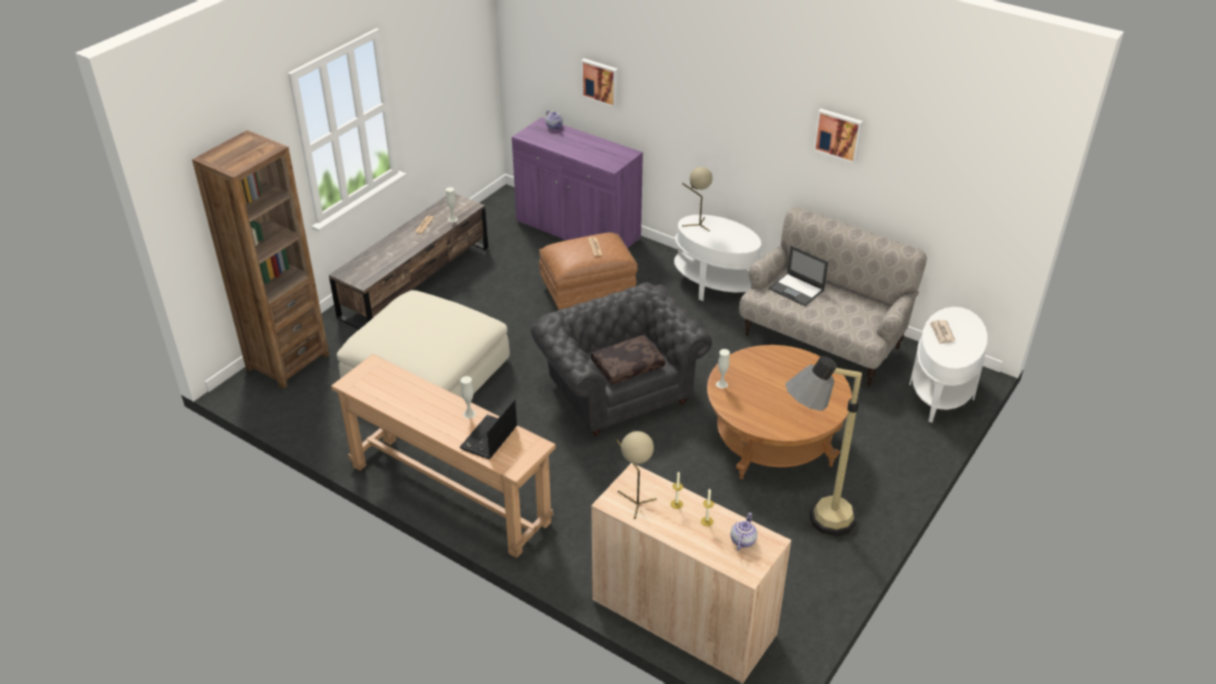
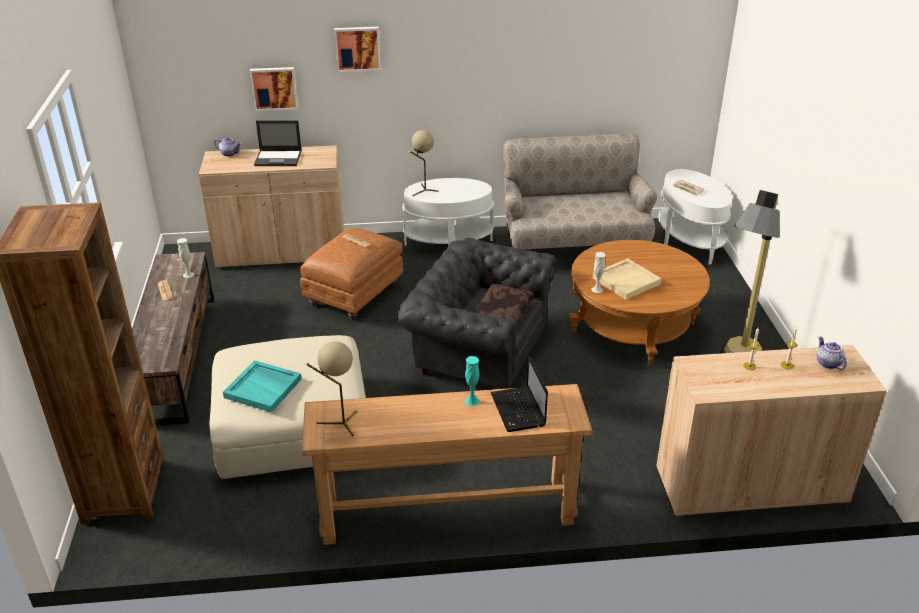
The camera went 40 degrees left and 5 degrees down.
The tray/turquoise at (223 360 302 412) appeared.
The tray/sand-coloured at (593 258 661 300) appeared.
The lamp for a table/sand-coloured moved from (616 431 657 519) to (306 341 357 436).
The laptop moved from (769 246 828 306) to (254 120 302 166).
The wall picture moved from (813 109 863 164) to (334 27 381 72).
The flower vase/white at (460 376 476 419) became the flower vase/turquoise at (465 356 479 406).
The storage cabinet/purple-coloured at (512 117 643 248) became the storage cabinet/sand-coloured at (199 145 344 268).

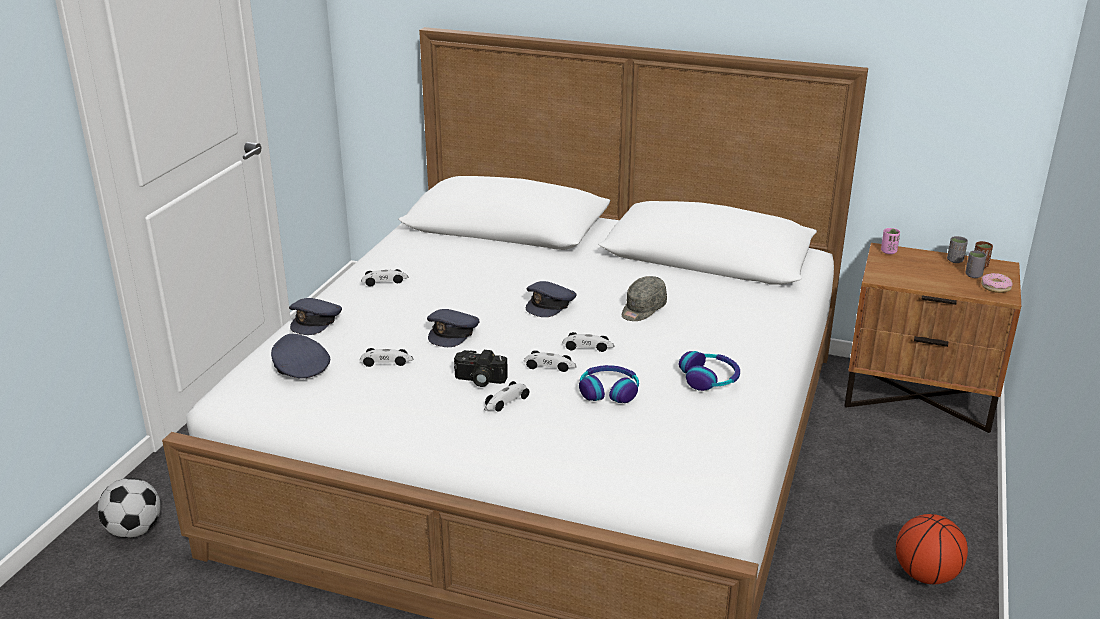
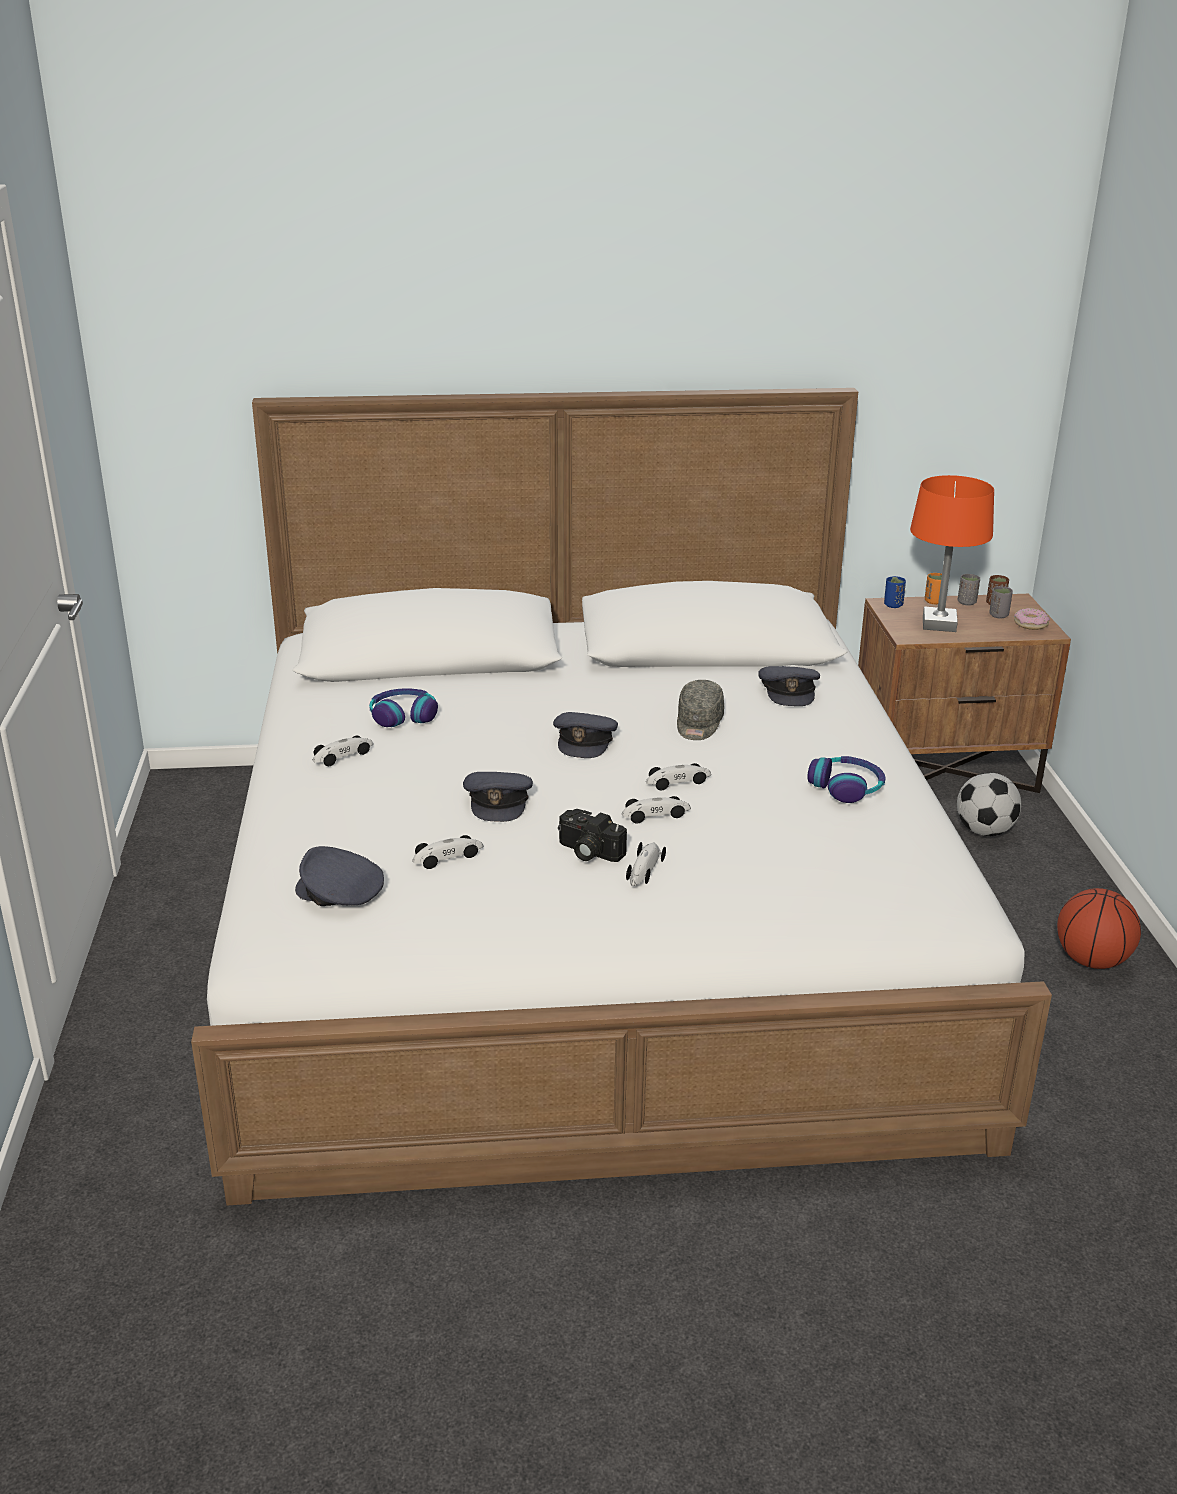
The camera went 25 degrees left and 0 degrees up.
The lamp for a table/orange at (910 475 994 632) appeared.
The small cup/orange at (925 573 942 604) appeared.
The football moved from (98 478 161 538) to (957 773 1021 836).
The peaked cap/grey moved from (289 298 342 335) to (758 666 820 706).
The headset moved from (579 365 639 403) to (369 688 438 727).
The small cup/pink-coloured at (881 228 900 254) became the small cup/bluish at (884 576 906 608).
The photo camera at (454 350 508 387) turned 45 degrees clockwise.

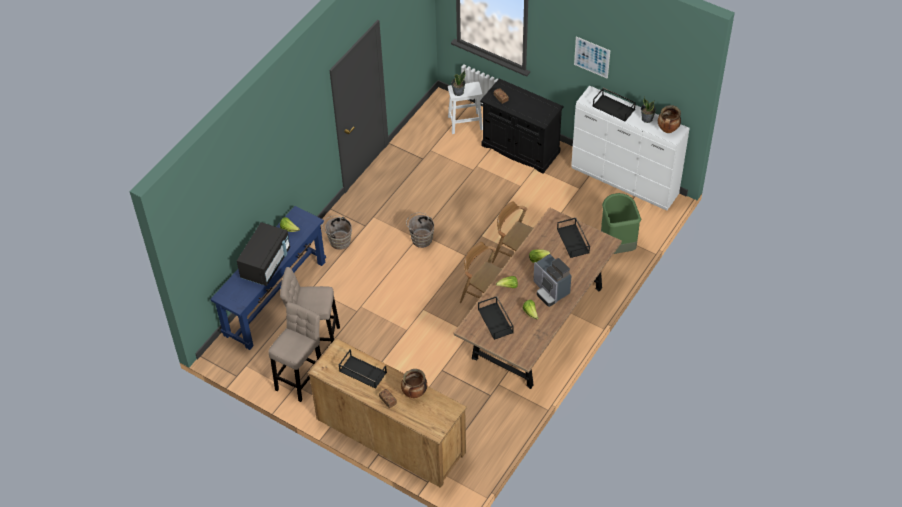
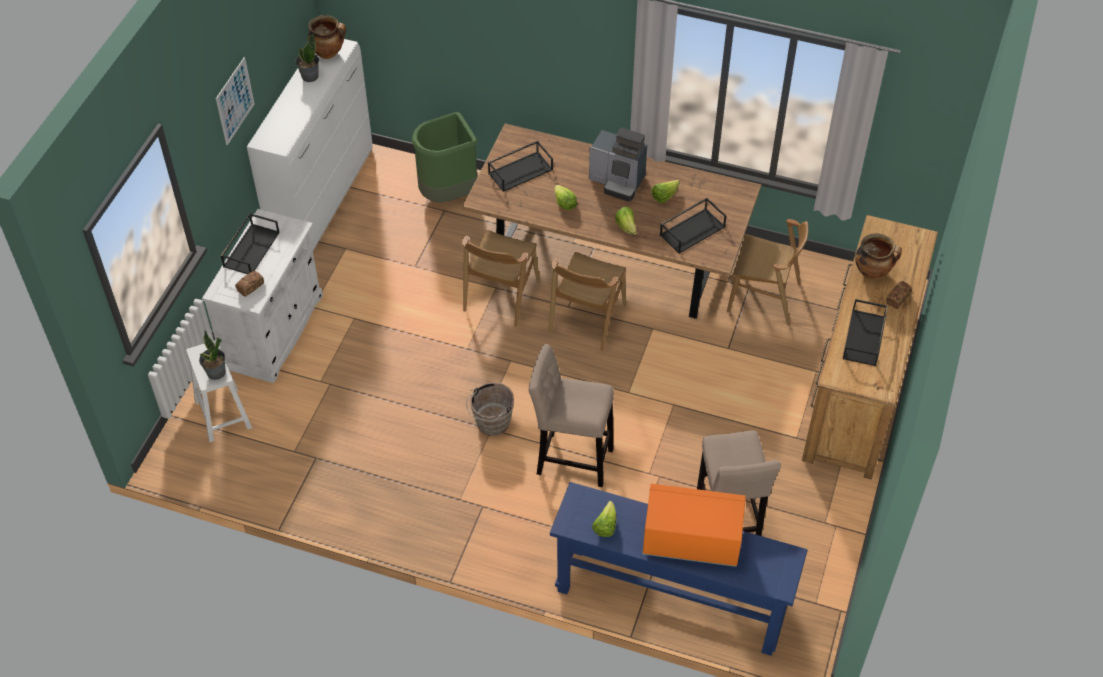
The camera went 105 degrees left and 0 degrees up.
The water bucket/brownish at (322 215 352 250) disappeared.
The upright chair/brownish at (727 219 809 326) appeared.
The stool/sand-coloured moved from (268 302 321 402) to (528 344 614 487).
The tray/blackish moved from (593 88 636 121) to (221 213 280 274).
The microwave/blackish at (237 222 290 286) became the microwave/orange at (642 484 746 567).
The storage cabinet/blackish at (480 78 563 174) became the storage cabinet/white at (202 209 323 383).
The coffee brewer at (533 254 572 307) turned 75 degrees clockwise.

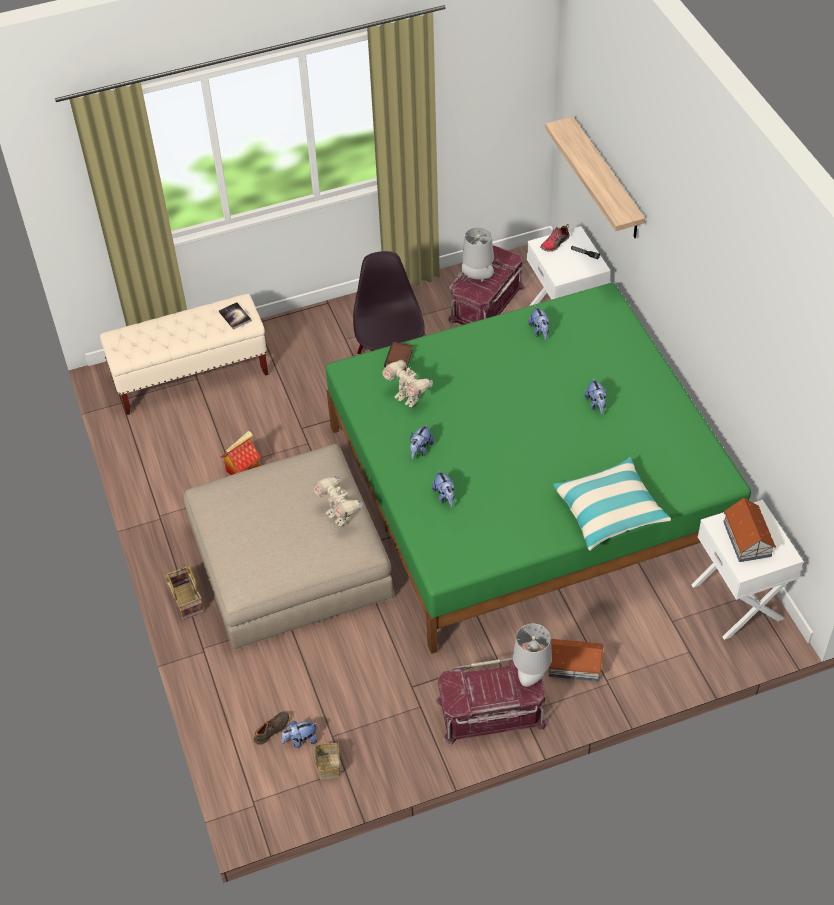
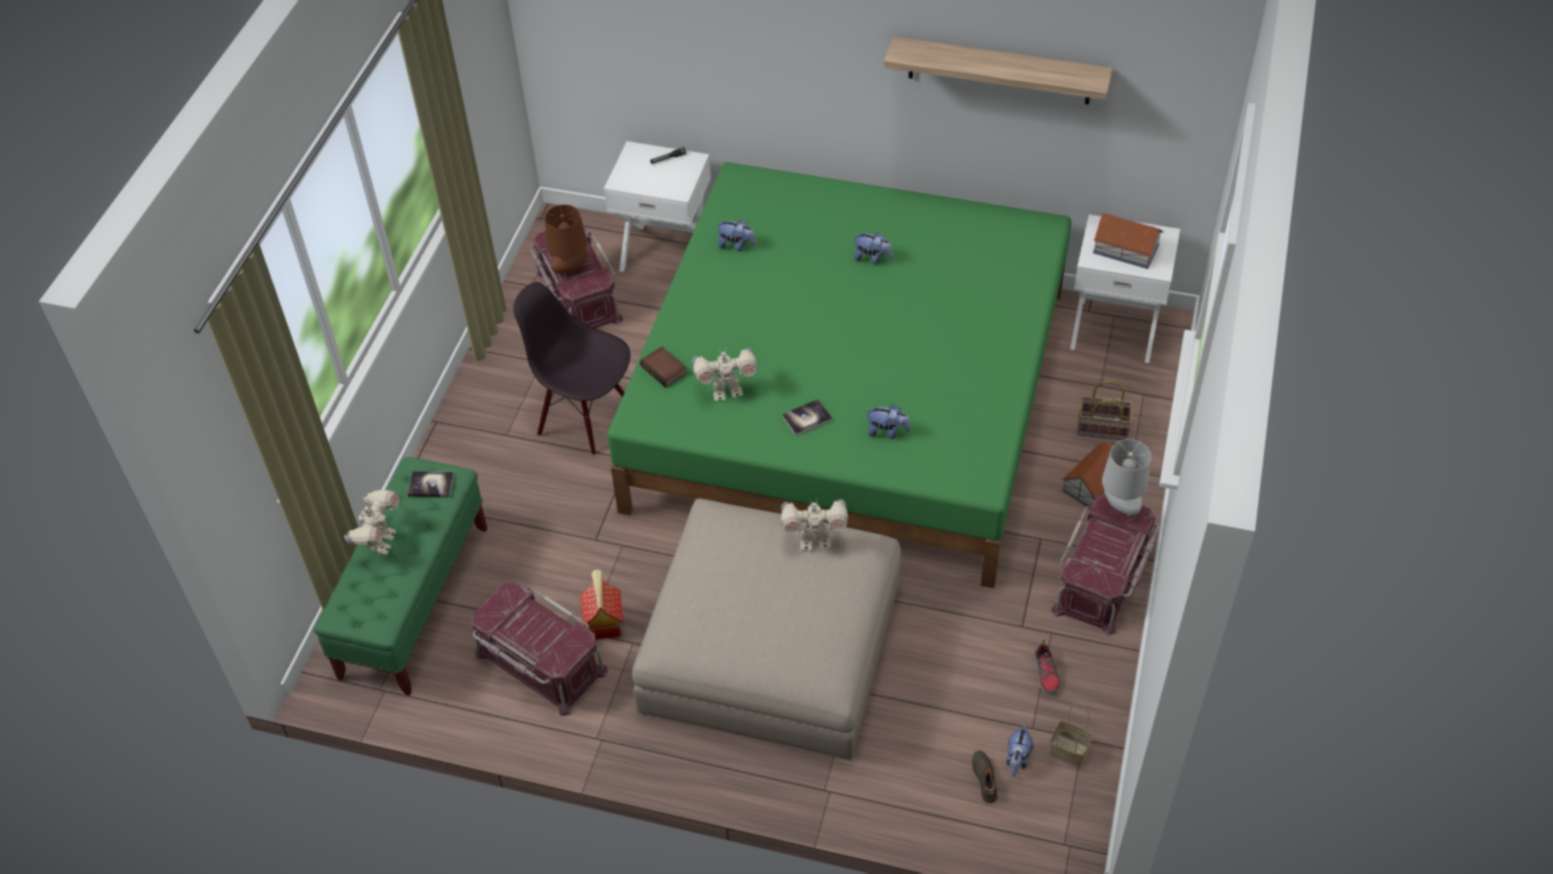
The camera went 55 degrees left and 0 degrees up.
The cushion at (553 457 671 551) disappeared.
The model robot at (344 490 400 555) appeared.
The storage bin/red-coloured at (472 582 608 716) appeared.
The household basket moved from (165 565 204 620) to (1077 380 1133 440).
The shoe moved from (540 224 570 252) to (1034 639 1060 693).
The bracket shelf moved from (545 117 645 238) to (884 37 1113 105).
The soft toy at (410 424 434 459) was replaced by the bound book at (782 399 833 436).
The long seat/sand-coloured at (100 294 269 415) became the long seat/green at (314 457 487 696).
The lamp for a table/grey at (461 227 494 282) became the lamp for a table/brownish at (545 205 588 277).

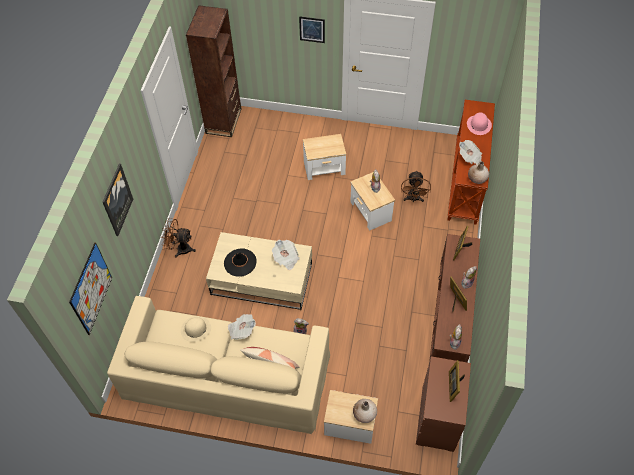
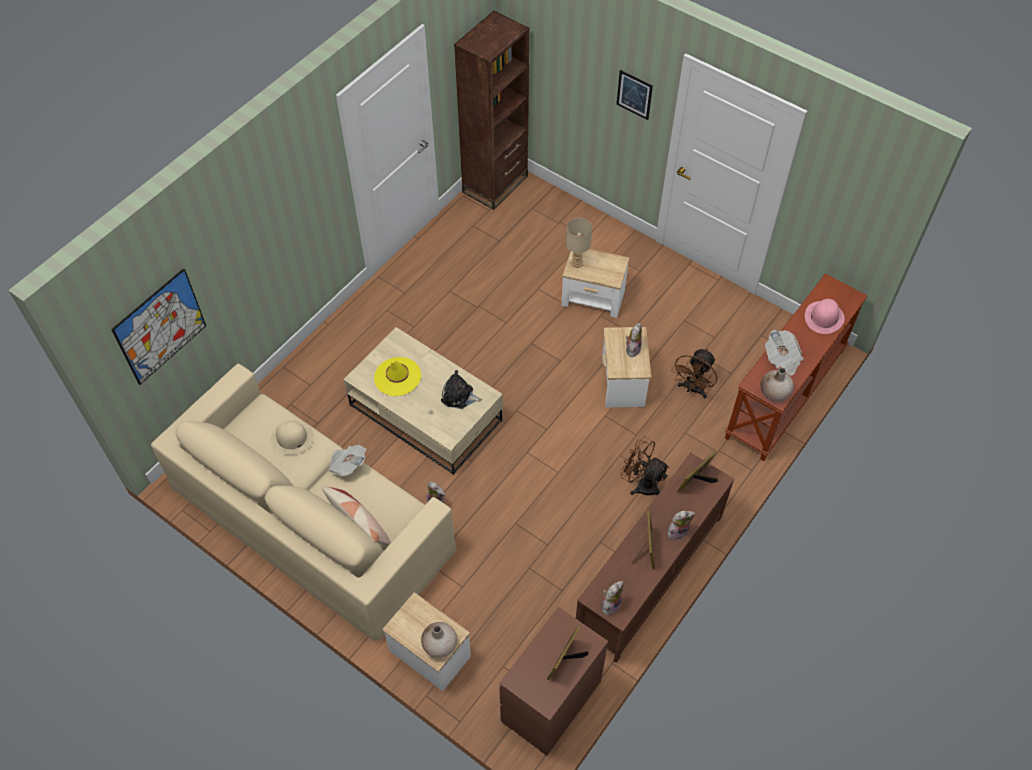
The camera went 25 degrees right and 0 degrees up.
The wall picture at (103 164 133 236) disappeared.
The lamp for a table/sand-coloured at (566 218 592 268) appeared.
The fan/brownish moved from (161 218 196 258) to (620 437 669 495).
The newspaper at (272 240 300 270) was replaced by the soft toy at (441 370 482 409).
The clothing hat/blackish at (224 248 257 277) became the clothing hat/yellow-coloured at (374 357 421 396).

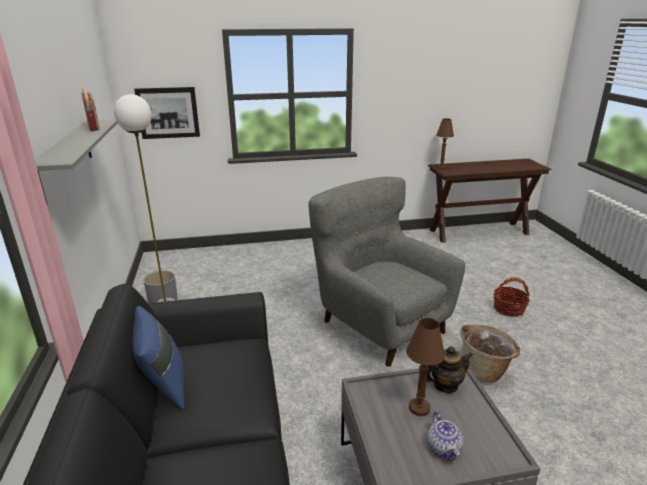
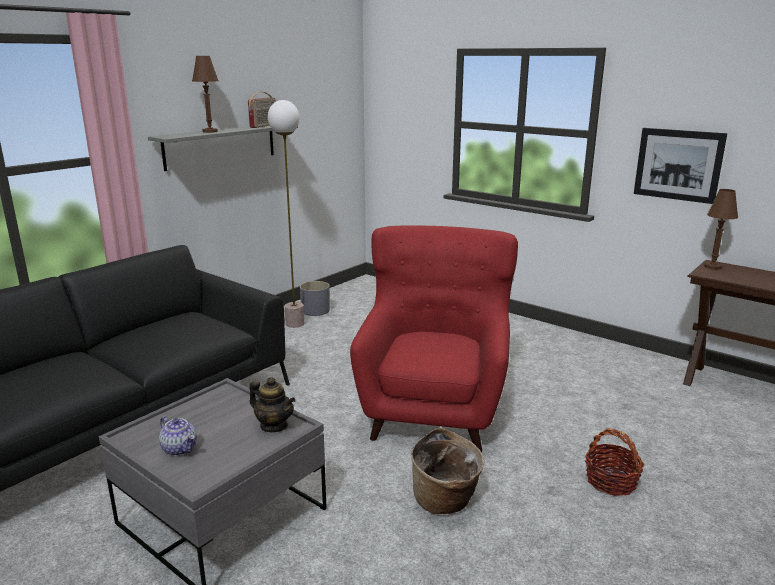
The camera went 50 degrees right and 5 degrees down.
The cushion/bluish at (133 306 184 410) disappeared.
The wall picture moved from (134 87 200 139) to (634 128 727 204).
The lamp for a table/brownish moved from (406 318 445 416) to (192 56 219 133).
The lounge chair/grey at (308 176 465 367) became the lounge chair/red-coloured at (350 226 518 452).
The teapot at (427 411 463 462) turned 90 degrees counterclockwise.

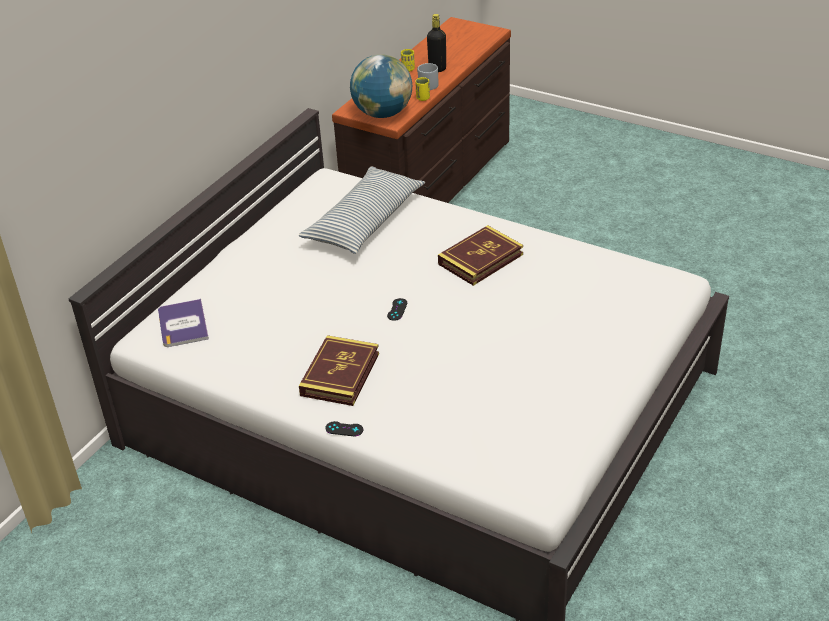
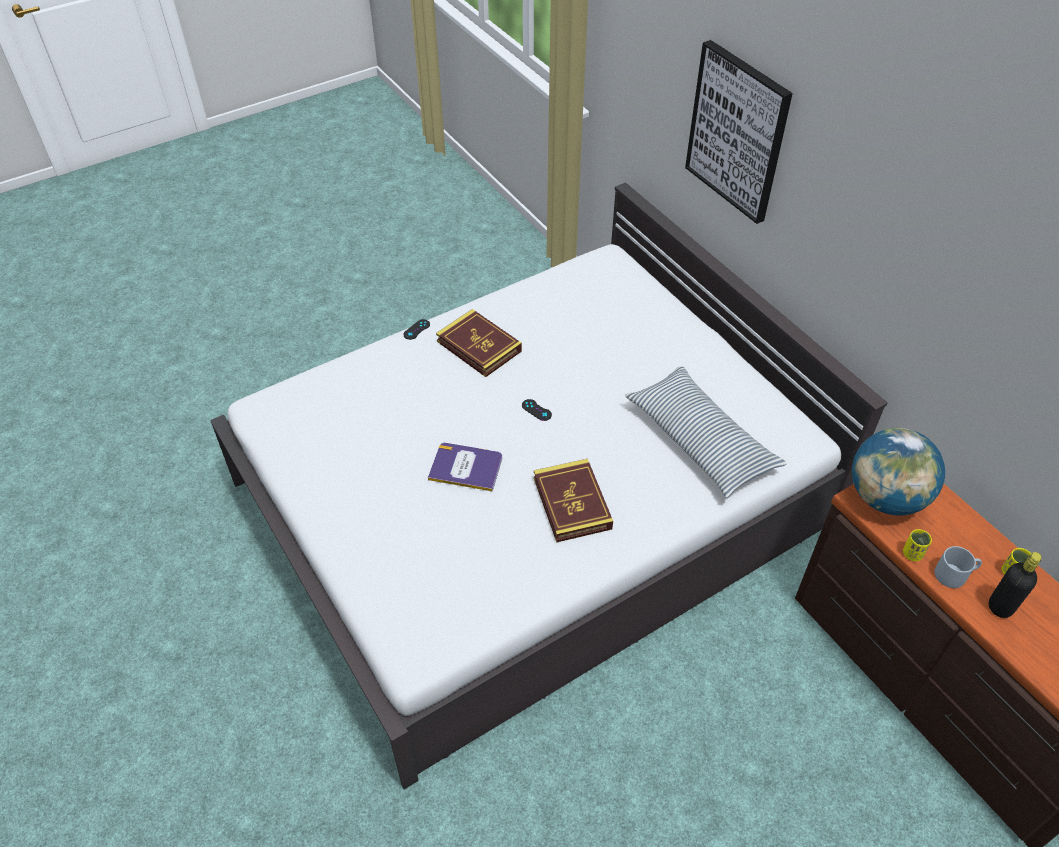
The camera went 115 degrees right and 10 degrees up.
The wall picture at (685 40 793 224) appeared.
The bound book moved from (158 299 209 347) to (428 443 502 491).

